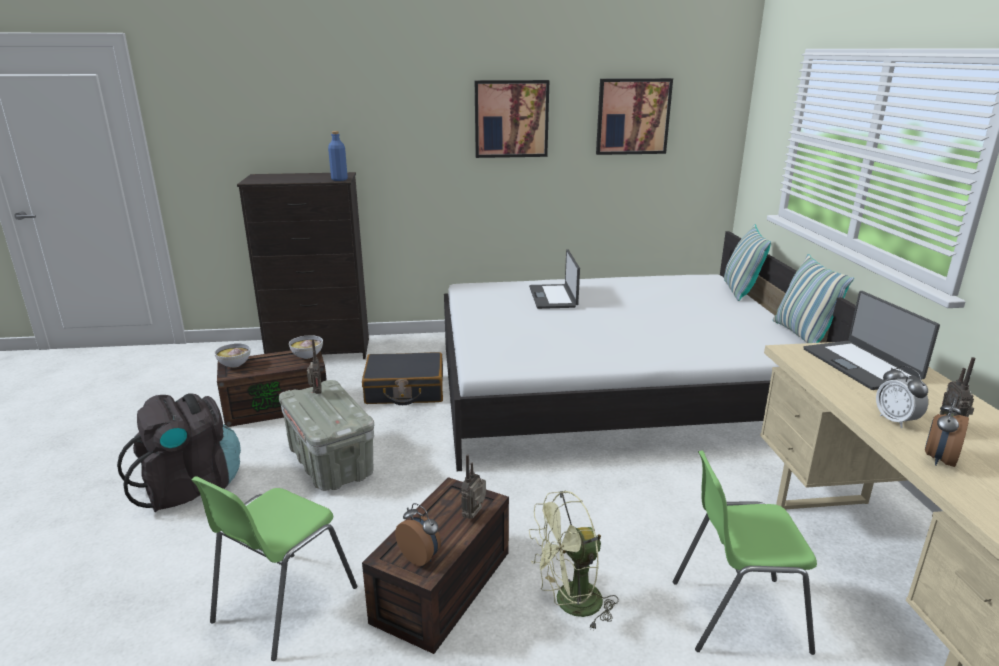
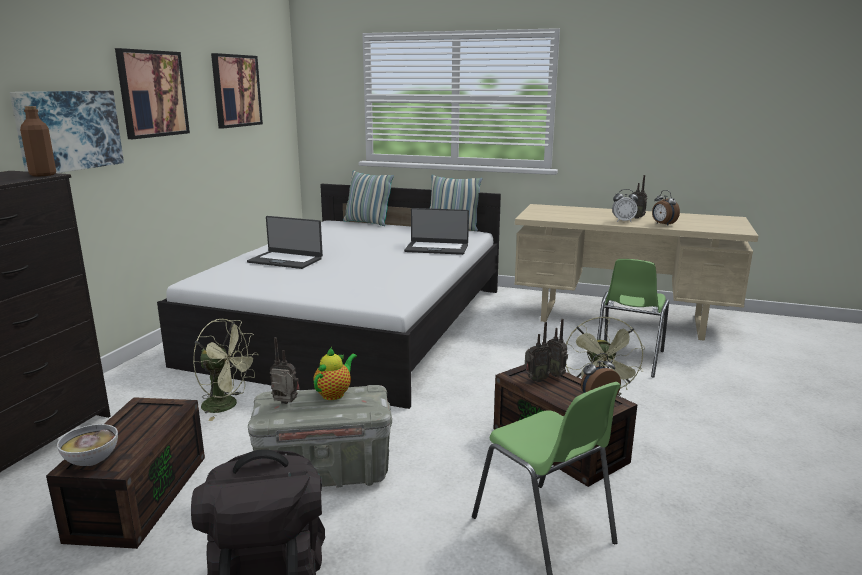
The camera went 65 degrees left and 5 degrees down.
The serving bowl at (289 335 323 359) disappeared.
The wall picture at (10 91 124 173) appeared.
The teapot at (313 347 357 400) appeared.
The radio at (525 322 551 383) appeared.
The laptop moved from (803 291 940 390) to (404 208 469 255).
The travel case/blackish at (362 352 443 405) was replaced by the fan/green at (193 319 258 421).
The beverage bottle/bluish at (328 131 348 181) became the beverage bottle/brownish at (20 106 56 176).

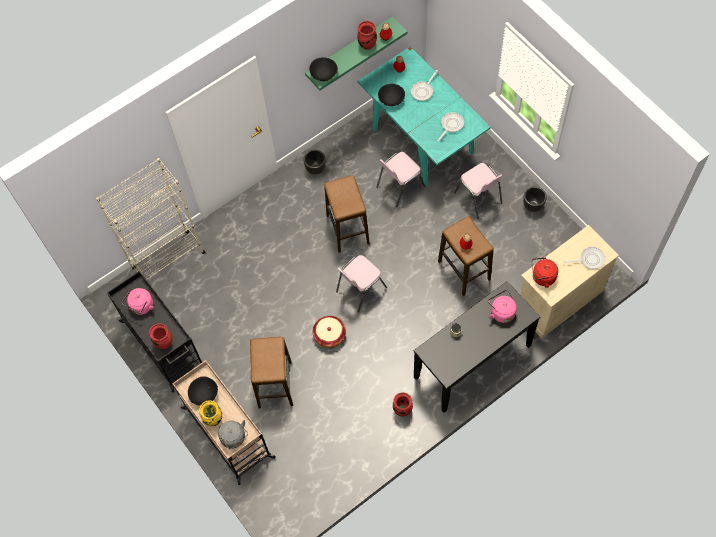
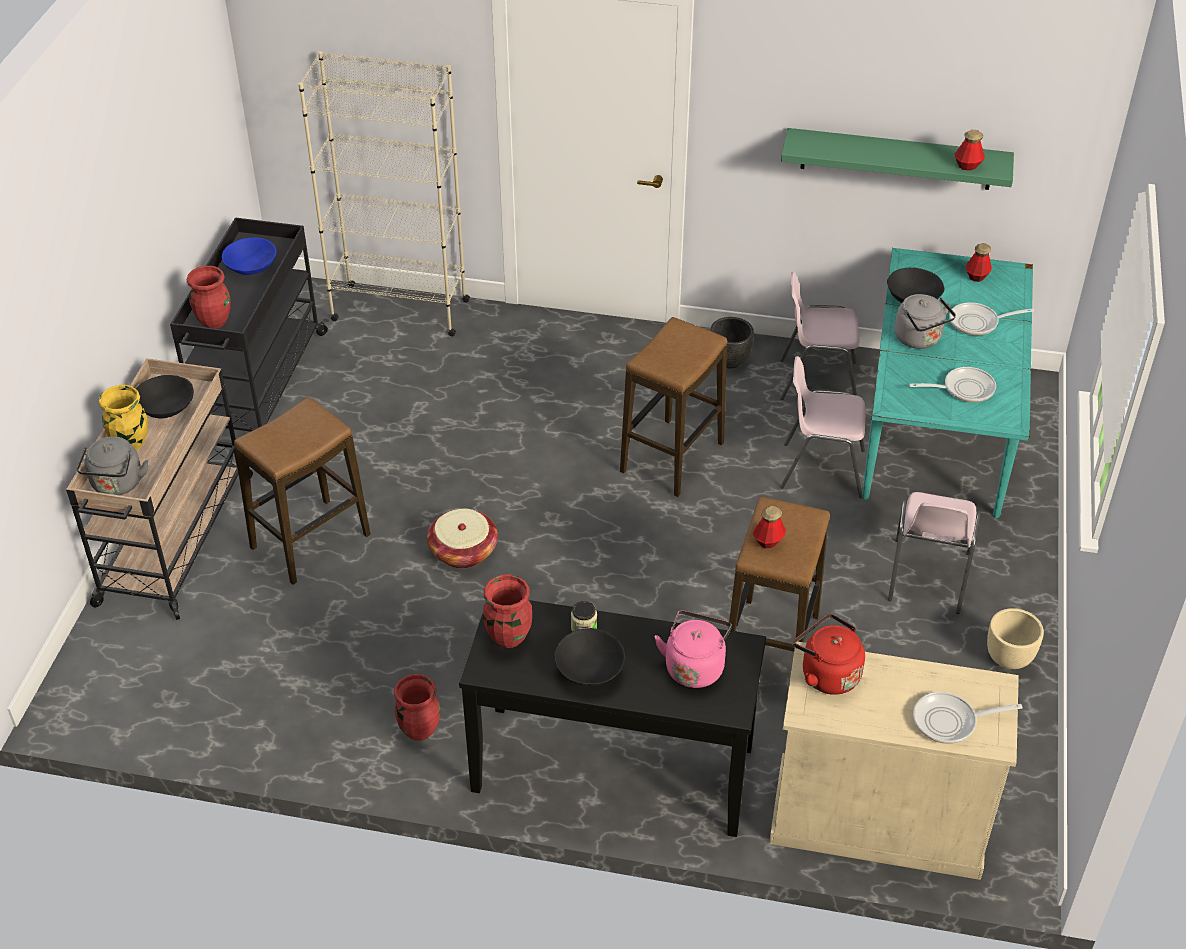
The camera went 45 degrees right and 20 degrees down.
The water kettle/grey at (895 294 956 349) appeared.
The serving bowl/blackish moved from (309 57 338 81) to (554 628 625 686).
The upright chair/pink-coloured moved from (336 255 387 312) to (780 272 859 400).
The flower vase/red-coloured moved from (357 21 377 50) to (483 574 532 648).
The water kettle/pink-coloured at (122 288 154 315) was replaced by the serving bowl/bluish at (222 237 277 275).
The flower pot/blackish at (523 187 546 212) became the flower pot/sand-coloured at (987 608 1044 669).
The pan at (563 247 606 269) turned 135 degrees clockwise.

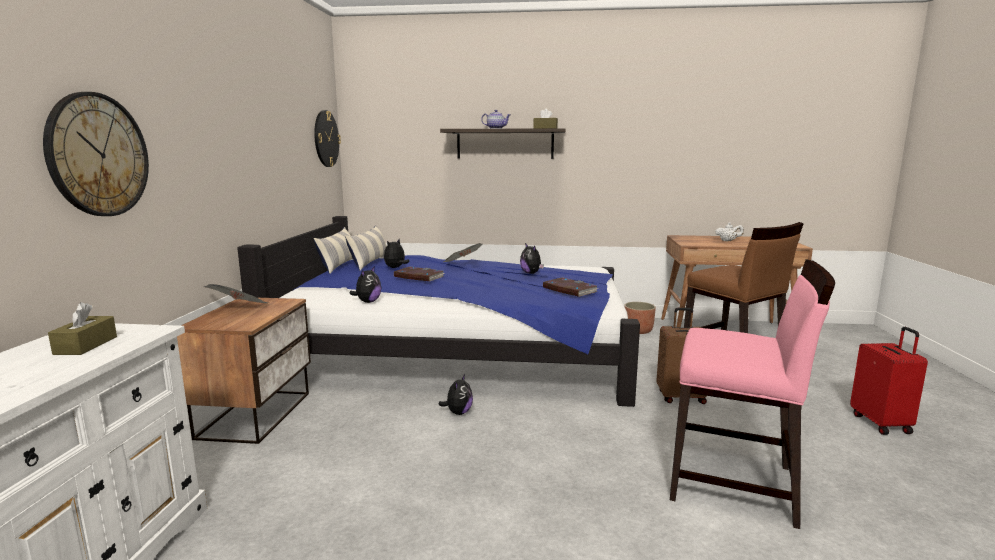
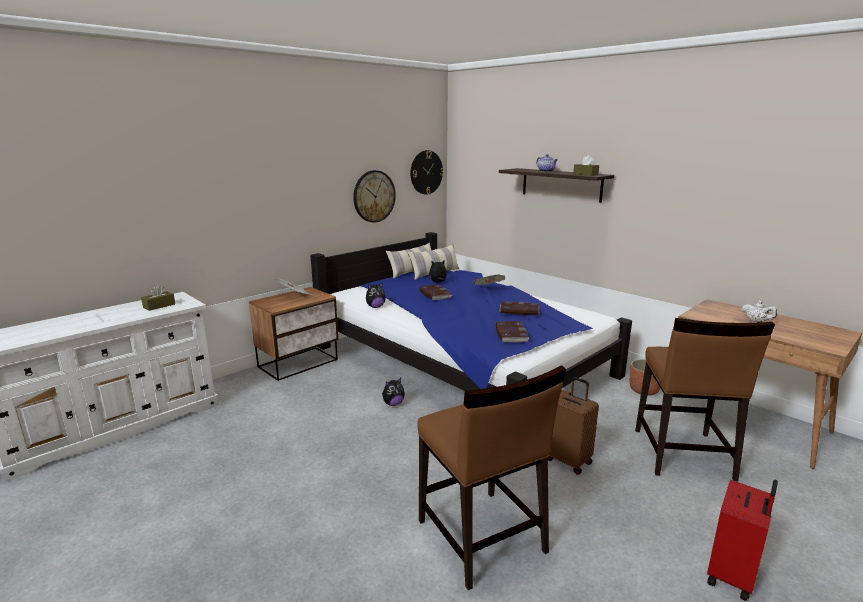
The camera went 40 degrees right and 5 degrees up.
The hanging clock moved from (43 92 149 216) to (353 170 396 222).
The soft toy at (520 243 544 274) was replaced by the bound book at (499 301 539 315).
The upright chair/pink-coloured at (670 259 835 529) became the upright chair/brownish at (417 365 566 590).

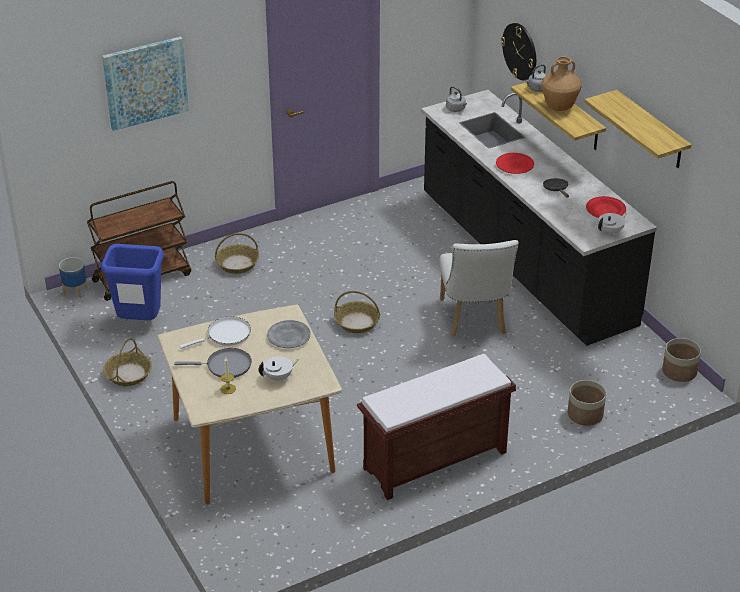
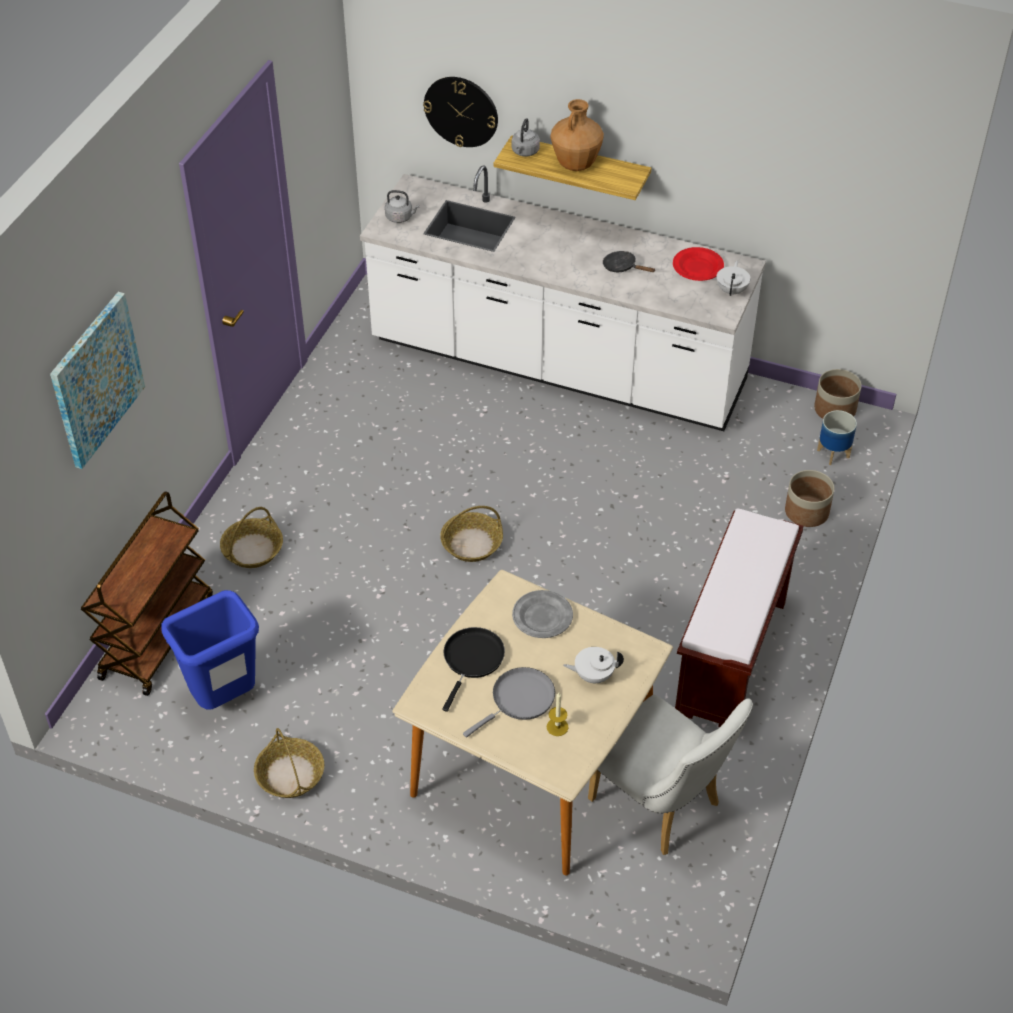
The camera went 40 degrees left and 10 degrees up.
The plate/red-coloured at (496 153 534 174) disappeared.
The bracket shelf at (584 90 692 168) disappeared.
The flower pot moved from (59 257 87 298) to (817 410 857 465).
The upright chair/white moved from (439 240 519 337) to (588 695 753 855).
The pan/white at (179 317 251 349) became the pan/blackish at (442 627 505 712).
The kitchen counter/blackish at (421 90 657 346) became the kitchen counter/white at (360 165 766 431).
The teapot/white at (259 356 299 382) turned 120 degrees counterclockwise.

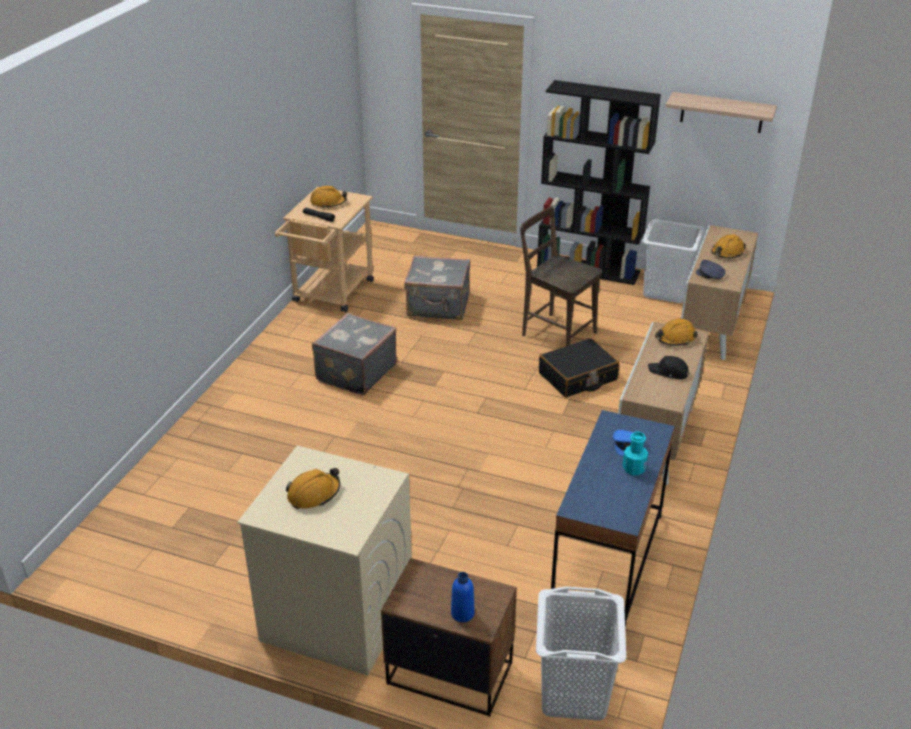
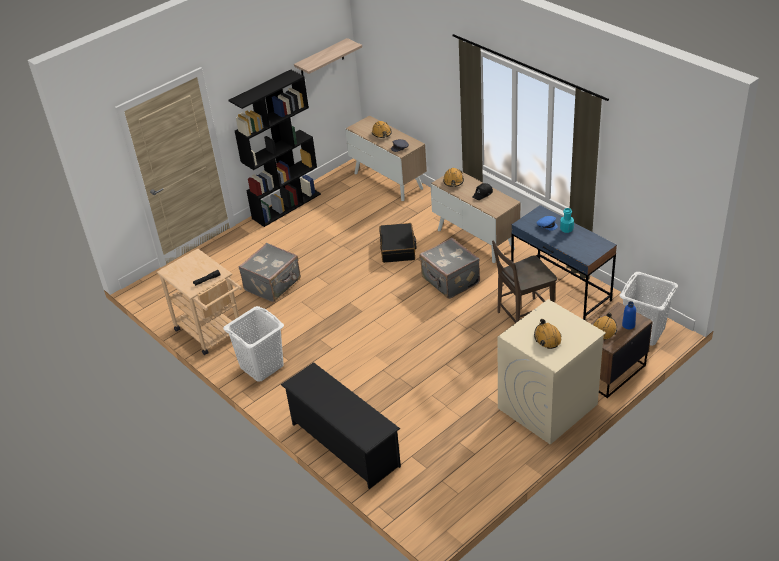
The camera went 60 degrees left and 5 degrees up.
The shoe rack/blackish at (281 362 401 489) appeared.
The work helmet/orange moved from (310 186 347 208) to (592 312 617 340).
The travel case/grey moved from (312 313 397 395) to (420 238 480 299).
The upright chair/brownish moved from (520 207 602 346) to (492 240 557 323).
The hamper/white moved from (642 219 704 303) to (223 306 284 382).

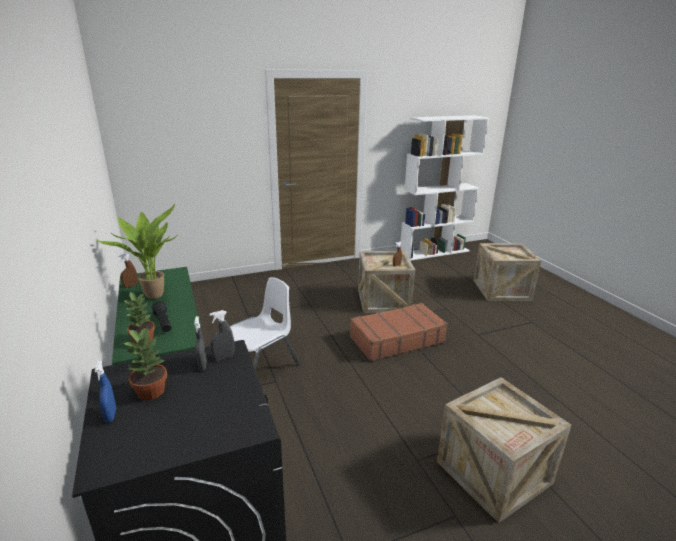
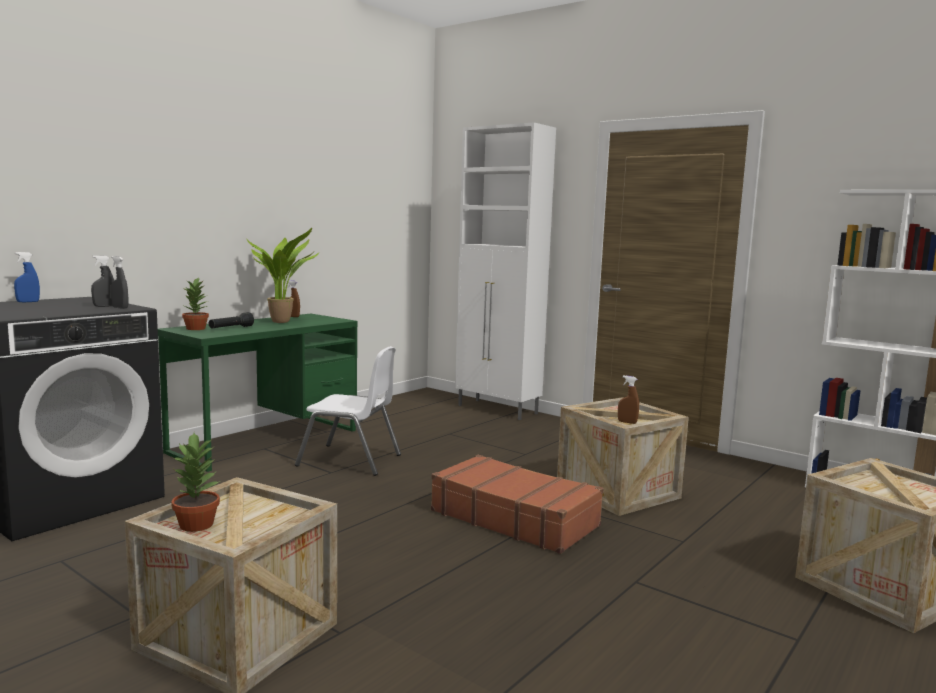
The camera went 60 degrees right and 15 degrees down.
The storage cabinet/white at (455 122 556 420) appeared.
The potted plant moved from (122 327 167 400) to (171 433 220 532).

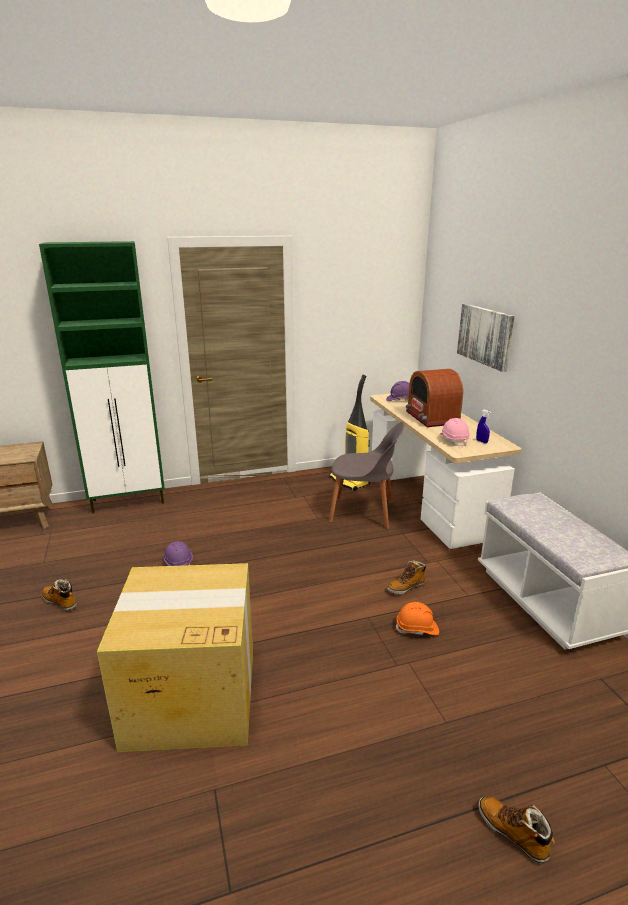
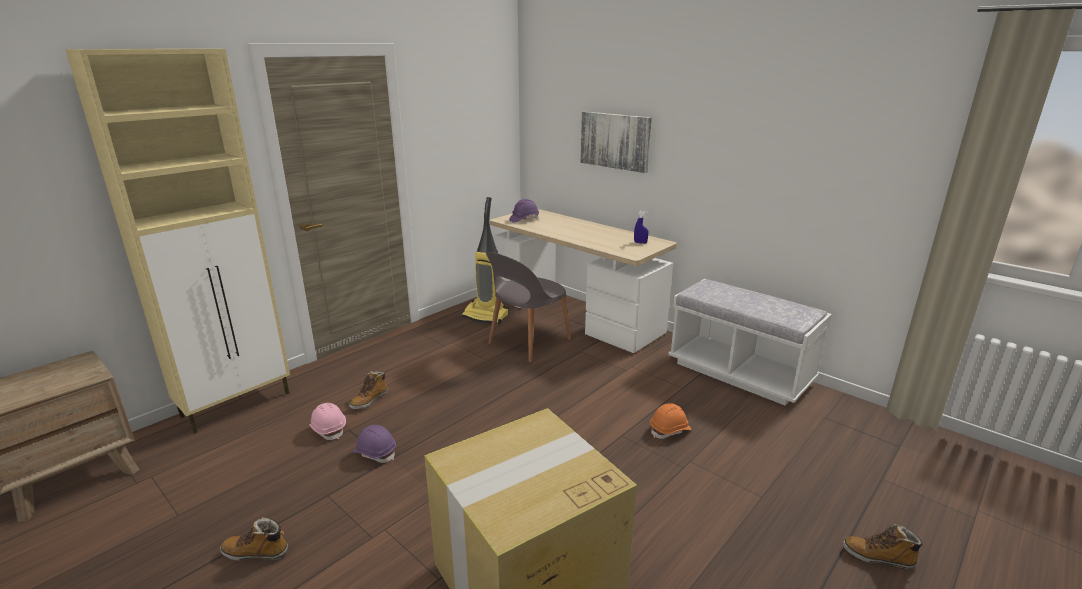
The camera went 30 degrees left and 0 degrees up.
The radio at (406 369 464 427) disappeared.
The tall boot moved from (387 560 426 594) to (349 371 388 409).
The work helmet/pink-coloured moved from (440 418 470 447) to (309 403 346 440).
The storage cabinet/green at (39 241 165 513) became the storage cabinet/sand-coloured at (65 49 290 434).
The upright chair/grey at (329 422 404 529) turned 150 degrees clockwise.

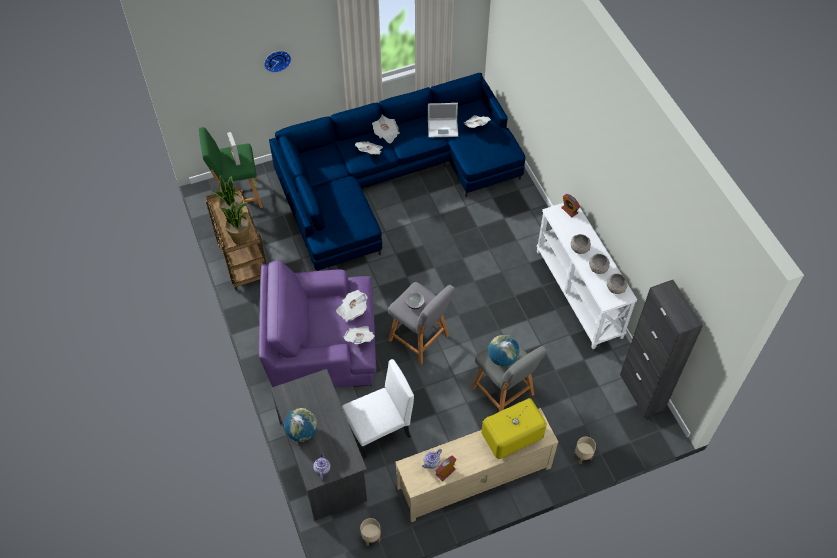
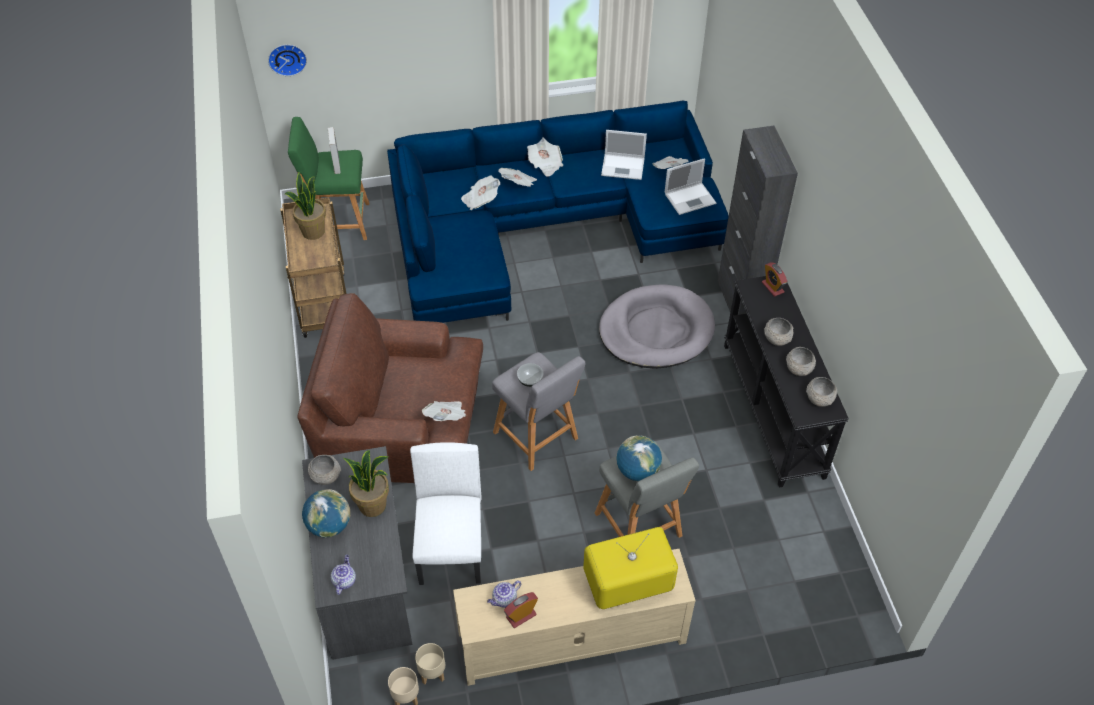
The camera went 10 degrees right and 5 degrees down.
The serving bowl/grey at (308 455 341 485) appeared.
The dog bed/grey at (599 284 715 369) appeared.
The laptop at (665 158 716 215) appeared.
The potted plant moved from (220 202 250 244) to (343 450 389 517).
The hanging clock moved from (264 51 291 73) to (268 44 307 76).
The newspaper moved from (336 290 368 322) to (461 176 500 210).
The flower pot/sand-coloured moved from (574 437 596 464) to (415 643 445 685).
The storage cabinet/blackish moved from (620 280 703 417) to (718 126 798 326).
The lounge chair/purple-coloured at (259 260 376 388) became the lounge chair/brownish at (298 293 483 483).
The hall table/white at (537 203 637 349) became the hall table/blackish at (724 276 849 487).
The upright chair/white at (342 359 414 458) turned 75 degrees counterclockwise.

